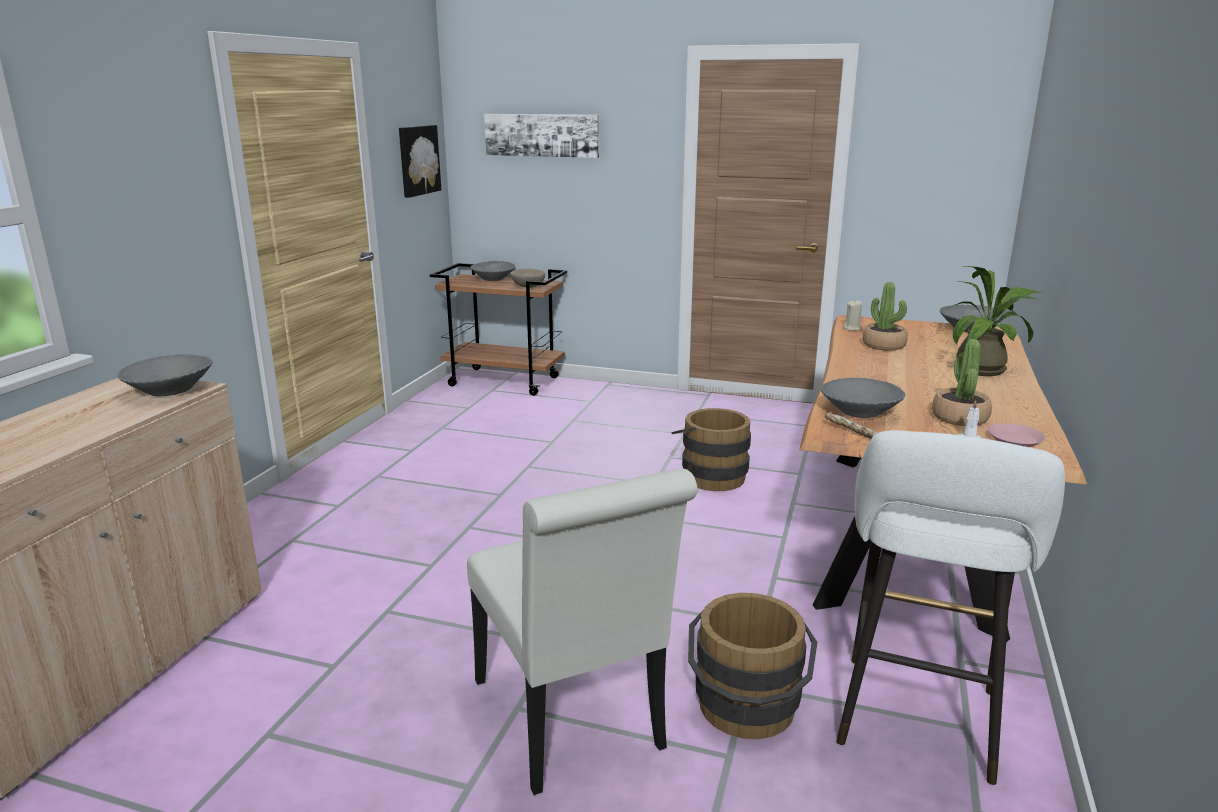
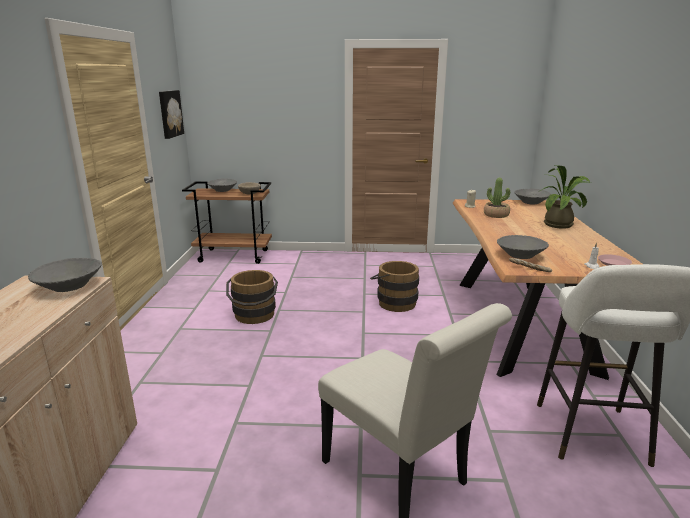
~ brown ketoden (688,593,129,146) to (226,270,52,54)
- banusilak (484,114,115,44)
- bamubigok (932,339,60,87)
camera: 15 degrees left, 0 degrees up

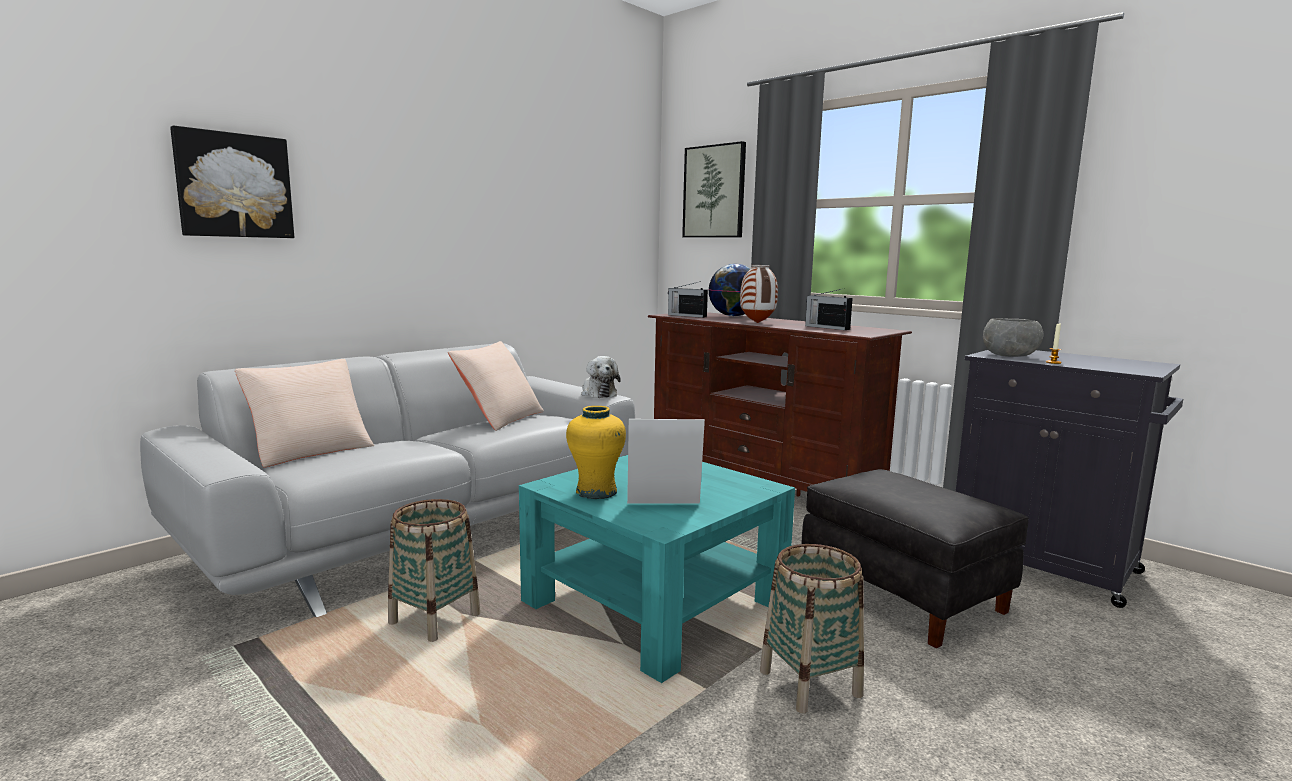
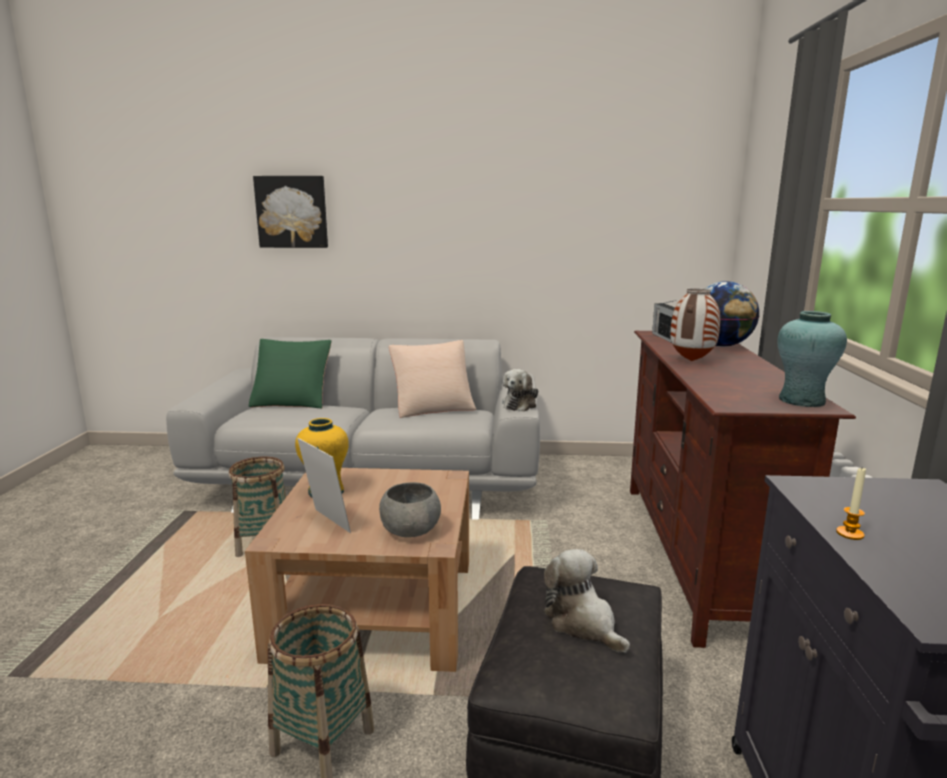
~ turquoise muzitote (519,455,276,228) to brown muzitote (245,468,224,204)
~ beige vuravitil (235,359,139,108) to green vuravitil (249,339,83,69)
~ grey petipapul (983,318,60,39) to (379,482,62,55)
+ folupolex (544,549,86,104)
+ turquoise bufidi (777,311,70,96)
- banusilak (682,141,64,97)
- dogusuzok (805,288,48,42)
camera: 50 degrees right, 5 degrees up

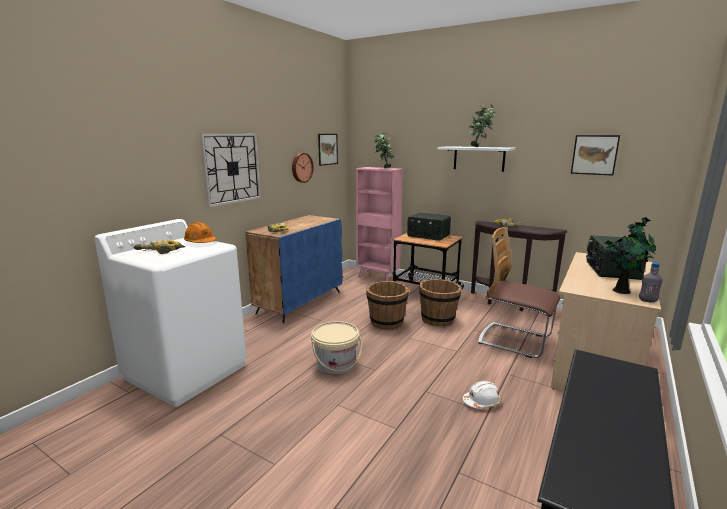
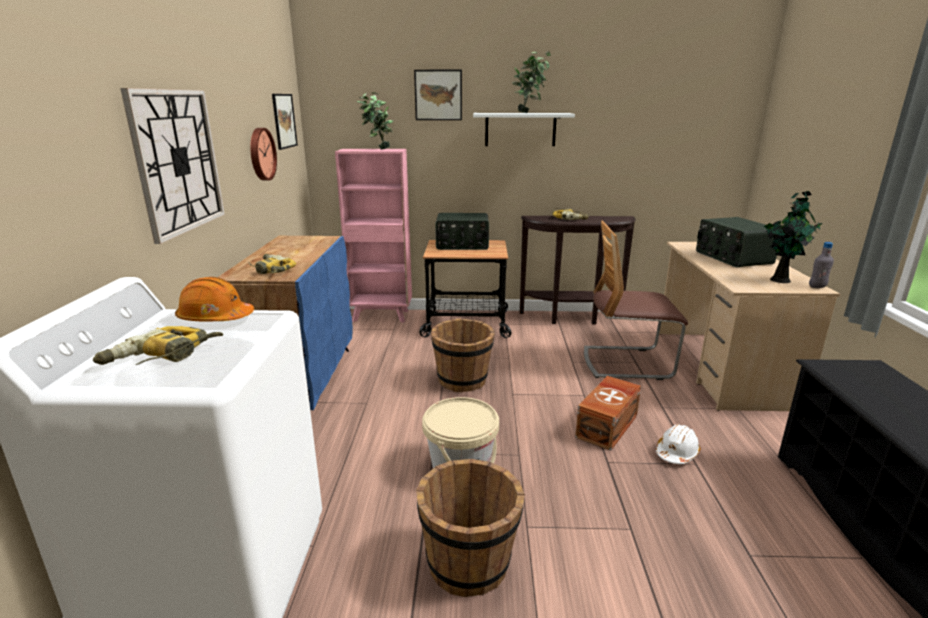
~ banusilak (571,135,49,41) to (414,70,48,50)
~ brown ketoden (419,279,43,48) to (416,459,109,138)
+ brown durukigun (575,376,66,75)
camera: 30 degrees left, 5 degrees up

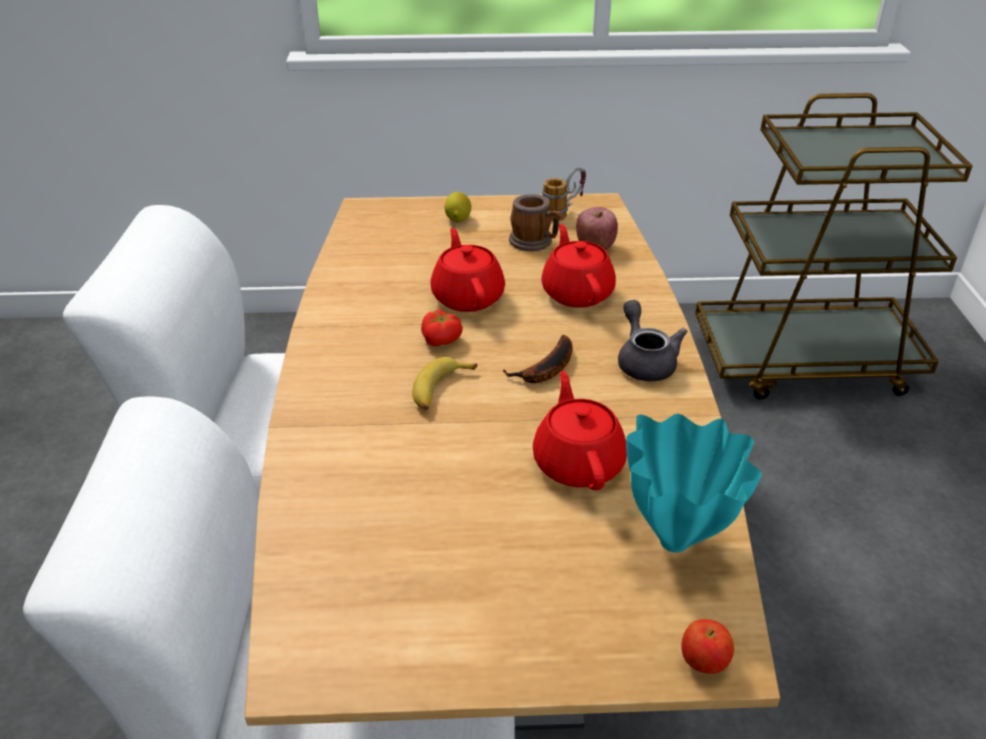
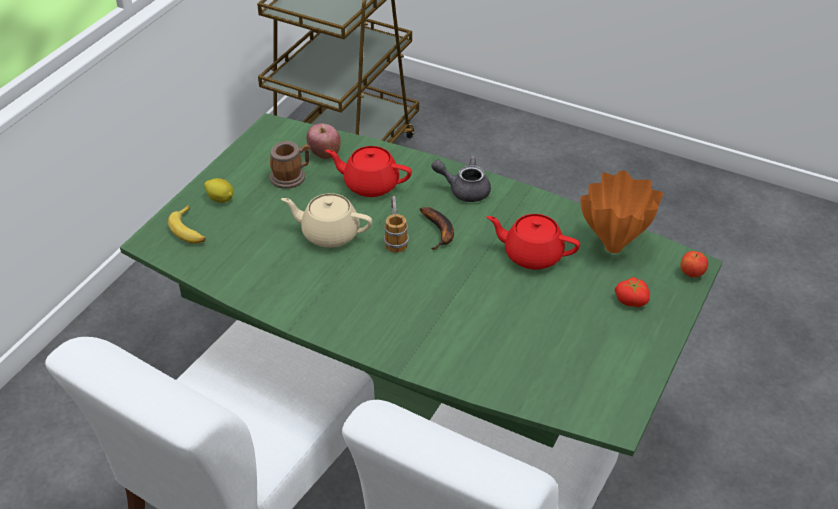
~ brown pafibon (245,193,535,537) to green pafibon (120,113,602,344)
~ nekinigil (412,357,65,53) to (168,205,38,39)
~ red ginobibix (430,228,75,84) to beige ginobibix (281,193,91,55)
~ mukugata (542,167,44,54) to (384,196,25,57)
~ turquoise bufidi (626,414,136,139) to orange bufidi (580,171,83,82)
~ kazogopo (421,310,42,37) to (615,277,35,30)
camera: 60 degrees left, 5 degrees up

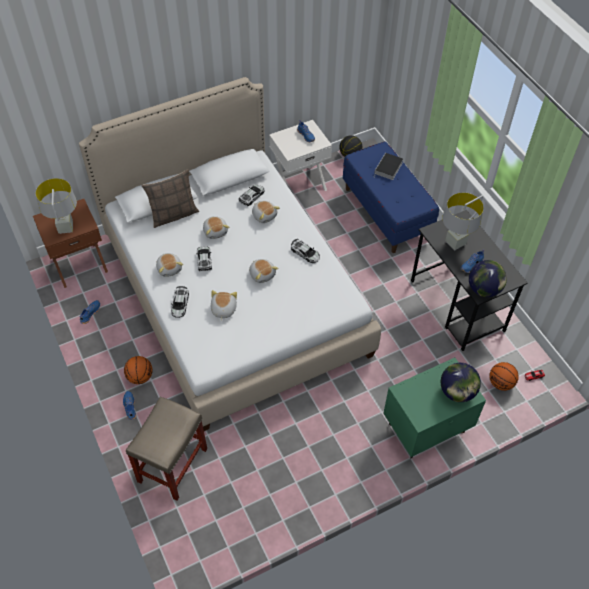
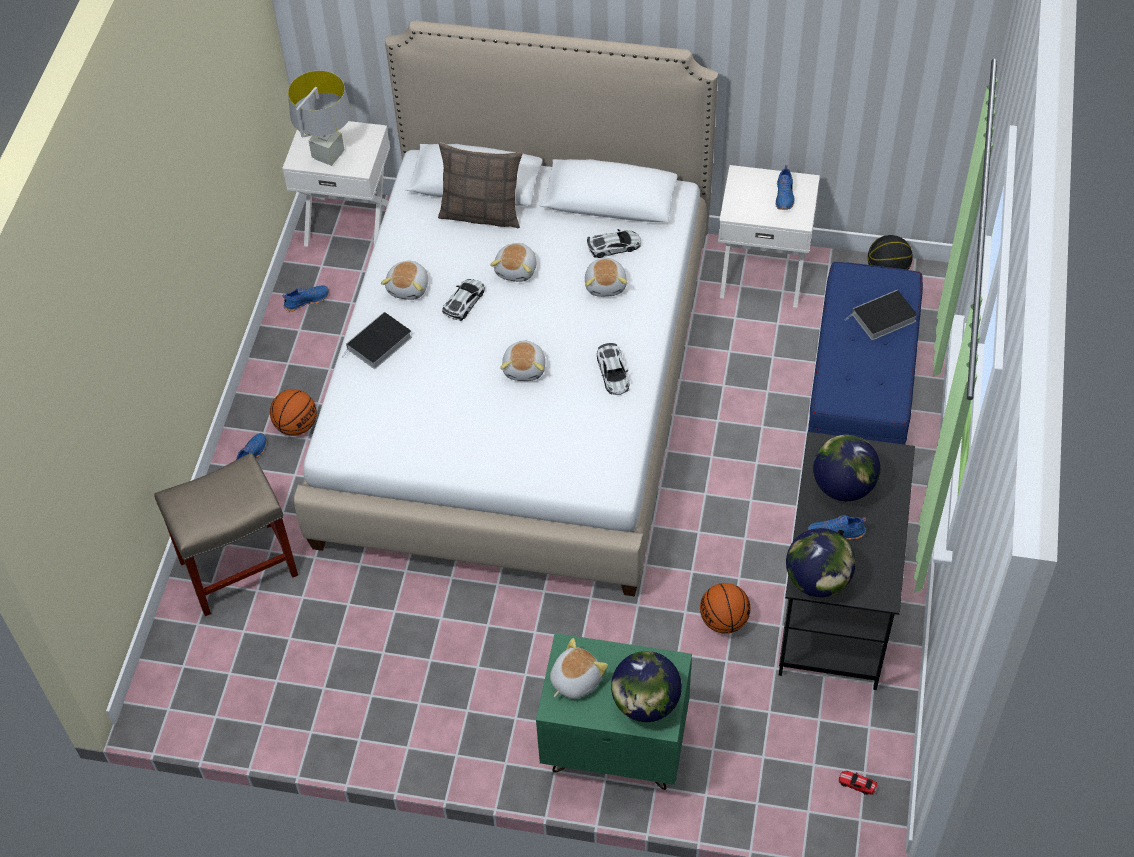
~ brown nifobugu (33,199,75,89) to white nifobugu (282,121,108,127)
~ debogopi (171,286,18,32) to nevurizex (342,312,70,57)
~ folupolex (211,290,26,31) to (550,638,58,61)
~ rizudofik (489,362,30,29) to (700,583,51,51)
~ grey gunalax (442,193,42,58) to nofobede (813,435,67,66)
camera: 40 degrees right, 0 degrees up

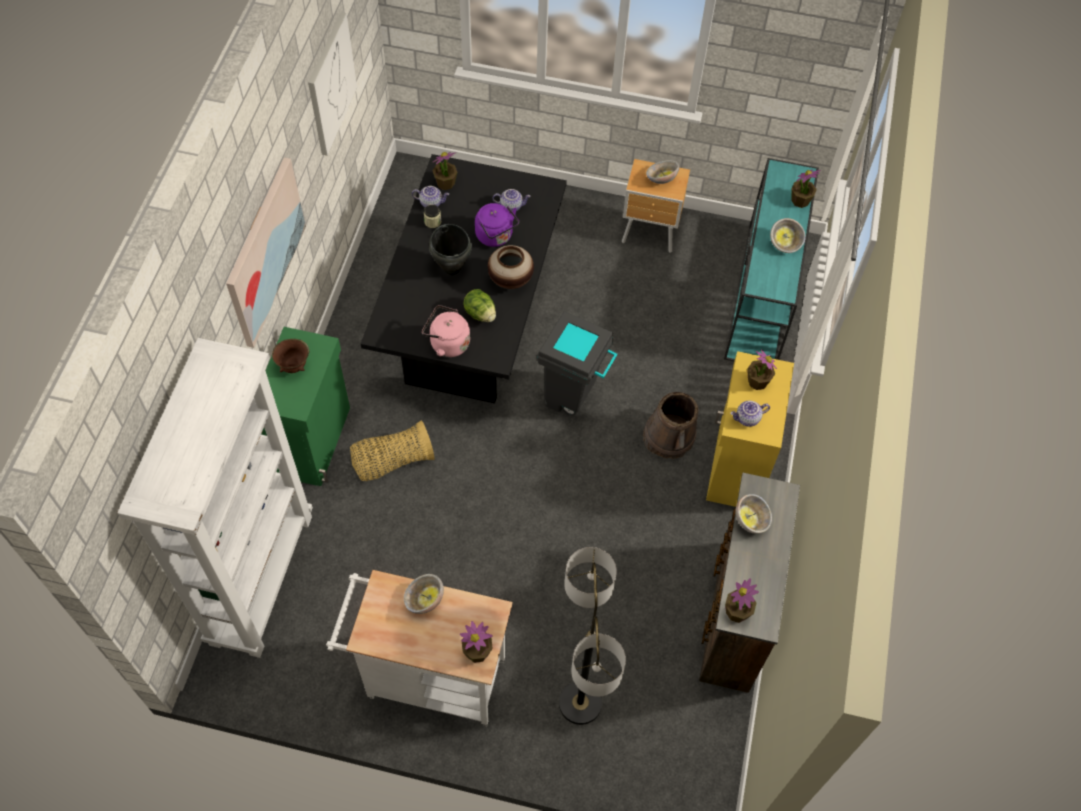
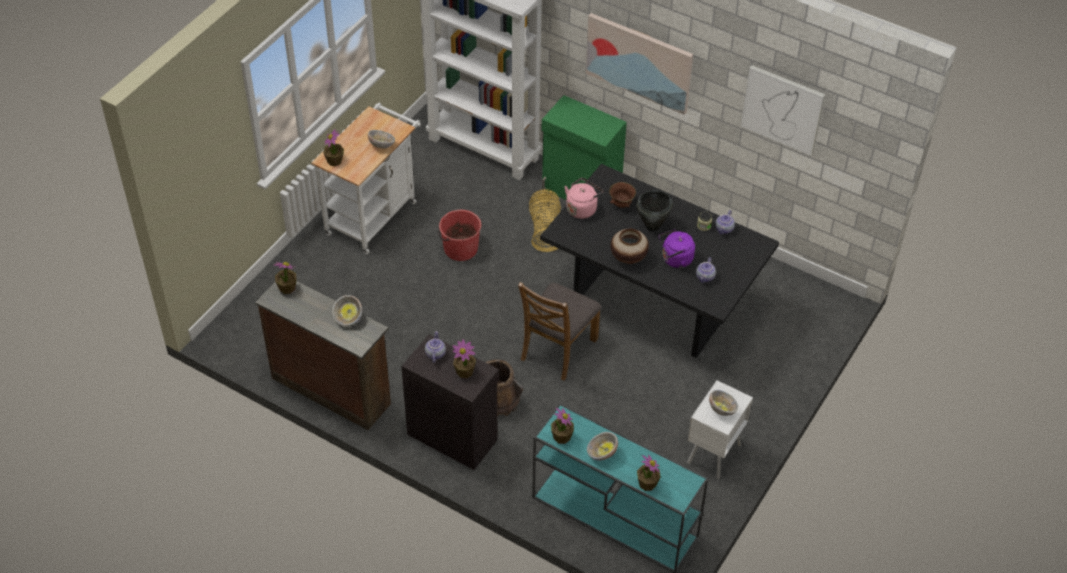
~ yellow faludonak (706,351,88,156) to black faludonak (401,334,98,136)
+ red ketoden (438,210,43,51)
~ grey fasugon (537,311,81,104) to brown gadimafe (518,282,83,98)
~ bamubigok (432,152,25,38) to (551,408,23,36)
~ brown petipapul (272,339,37,34) to (609,182,27,26)
~ brown nifobugu (622,159,68,94) to white nifobugu (687,380,66,99)
- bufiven (463,289,33,33)
- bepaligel (559,547,67,178)
camera: 110 degrees right, 10 degrees down

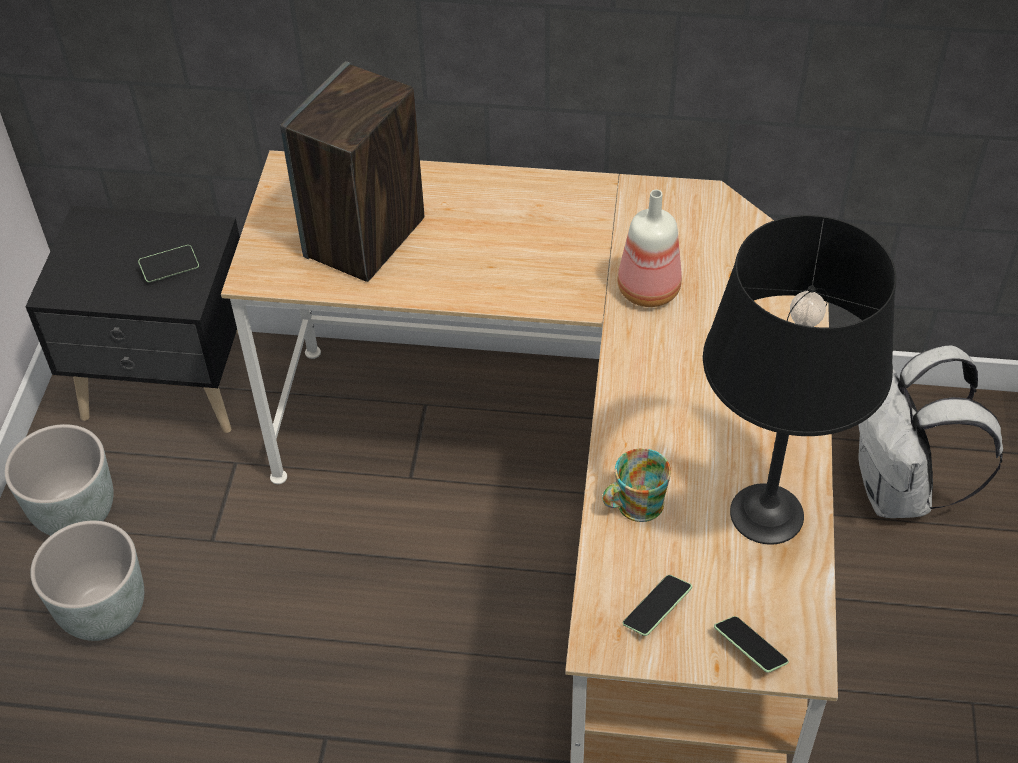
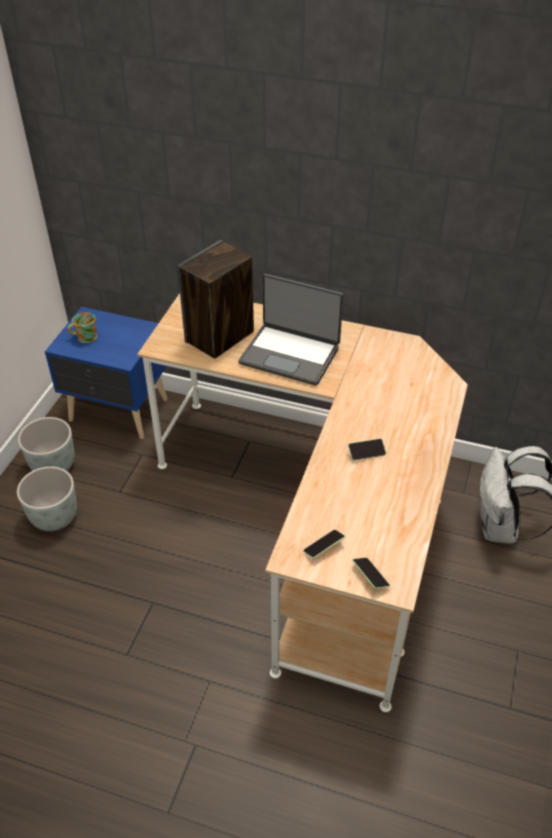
~ black nifobugu (25,206,231,227) to blue nifobugu (45,307,123,132)
~ mukugata (602,448,69,74) to (67,312,30,31)
+ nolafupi (238,274,105,112)
~ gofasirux (138,245,61,37) to (348,438,38,22)
- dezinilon (618,190,64,117)
- black gunalax (703,215,193,330)
camera: 10 degrees right, 5 degrees down

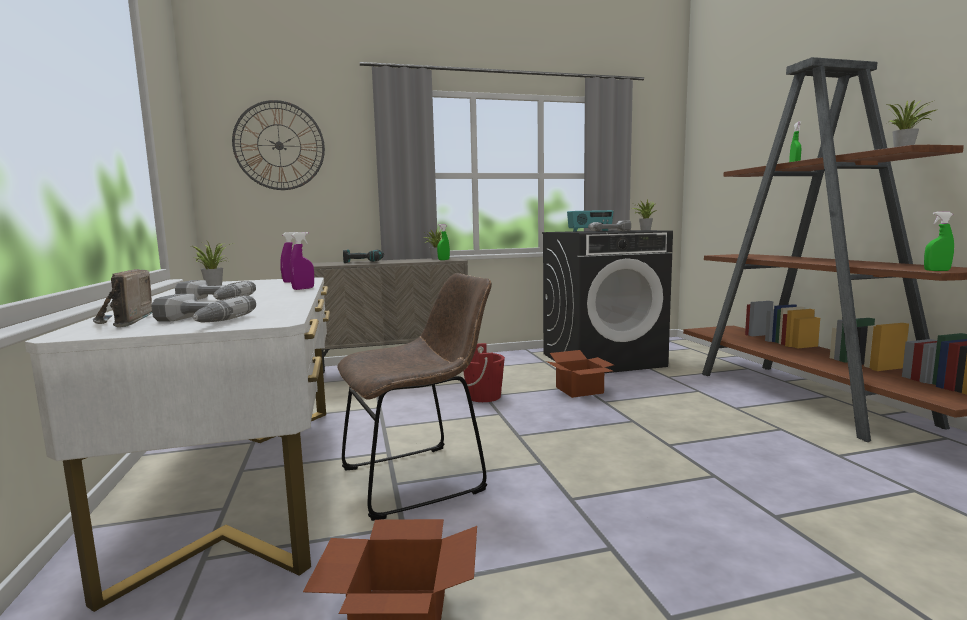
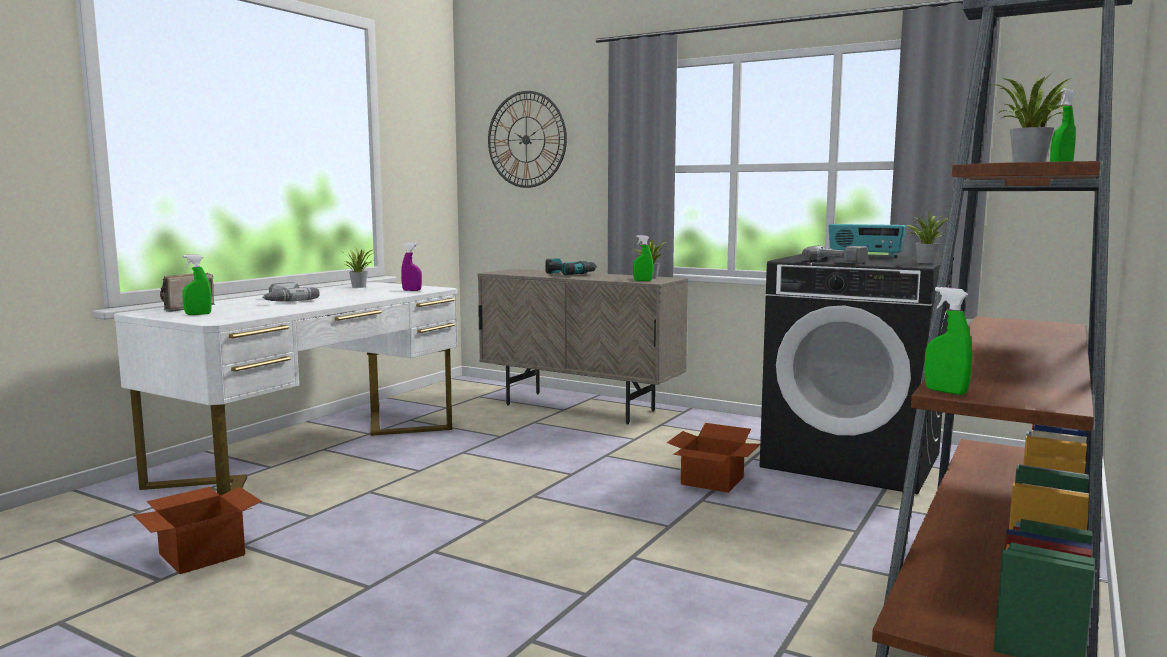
~ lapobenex (151,294,105,29) to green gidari (182,255,30,60)
- purple gidari (290,232,24,58)
- brown gadimafe (337,273,155,248)
- red ketoden (463,343,42,59)
camera: 45 degrees right, 0 degrees up

